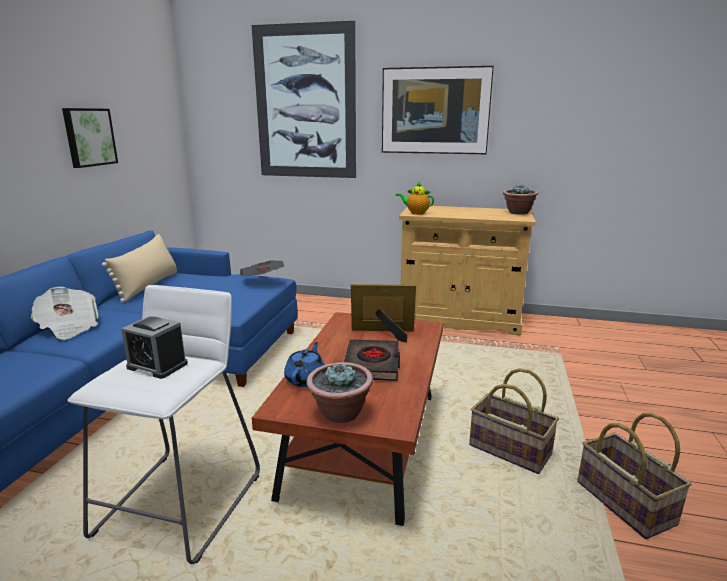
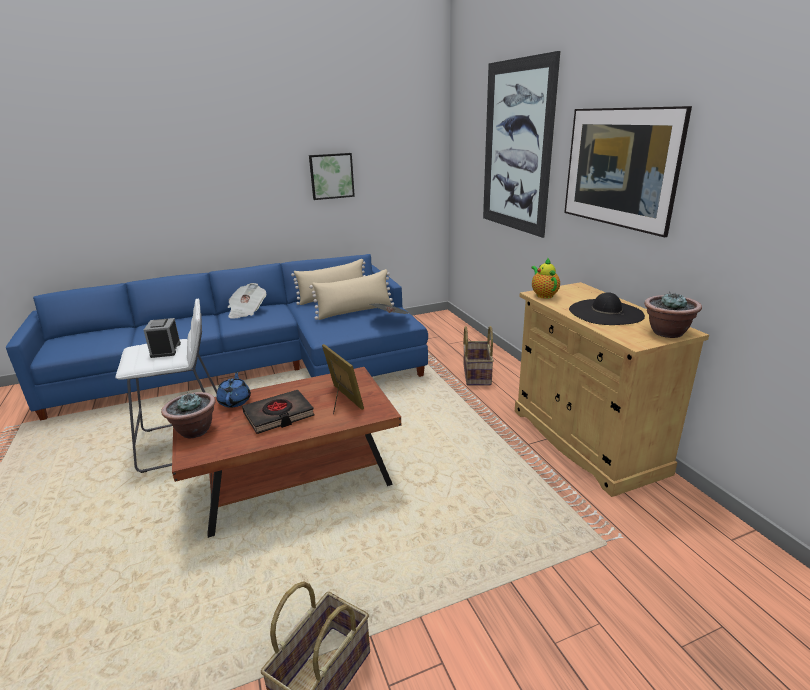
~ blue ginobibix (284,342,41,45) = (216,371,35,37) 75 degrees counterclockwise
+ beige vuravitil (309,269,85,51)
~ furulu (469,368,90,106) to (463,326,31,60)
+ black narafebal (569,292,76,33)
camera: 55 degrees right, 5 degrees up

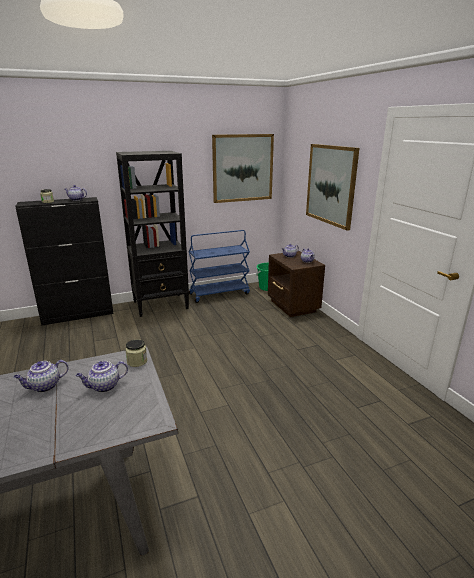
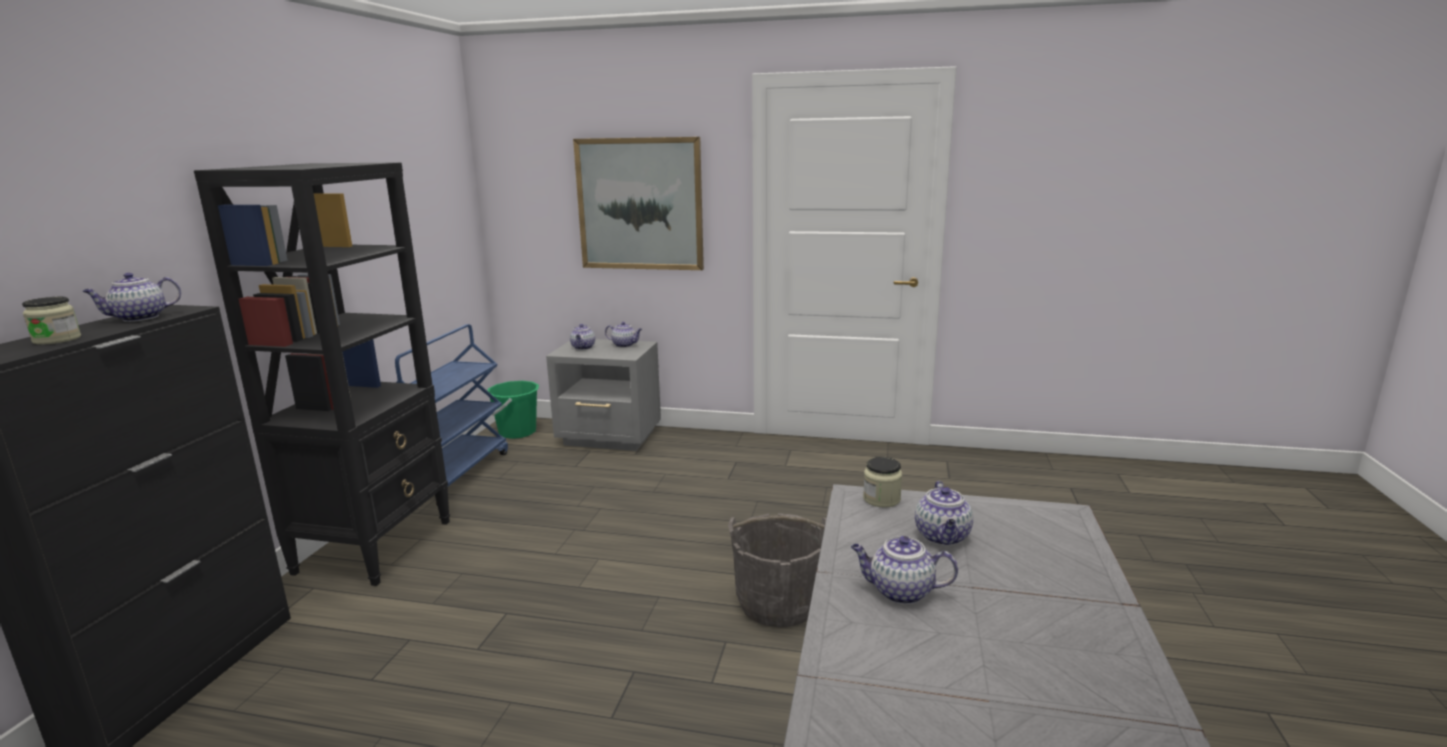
~ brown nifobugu (268,251,57,66) to grey nifobugu (546,339,115,112)
+ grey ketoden (728,513,98,115)
~ ginobibix (13,360,56,32) = (851,536,107,68) 105 degrees clockwise
- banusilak (212,134,62,69)
camera: 55 degrees left, 5 degrees down

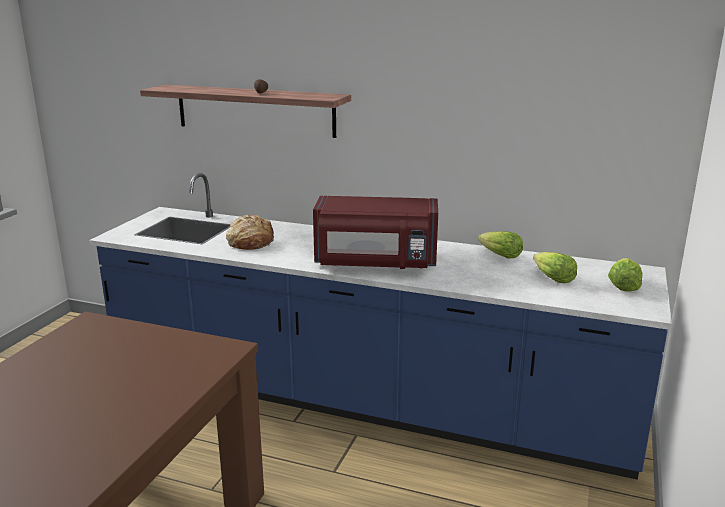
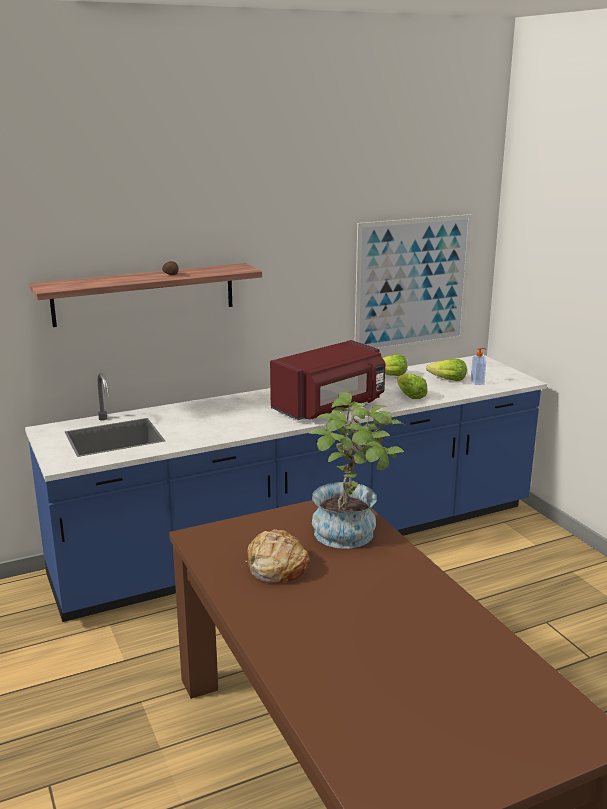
~ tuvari (226,215,48,35) to (245,529,65,54)
+ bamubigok (308,392,98,157)
+ banusilak (355,214,117,137)
~ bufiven (608,258,35,34) to (397,374,30,25)
+ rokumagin (471,348,15,37)
camera: 45 degrees left, 0 degrees up

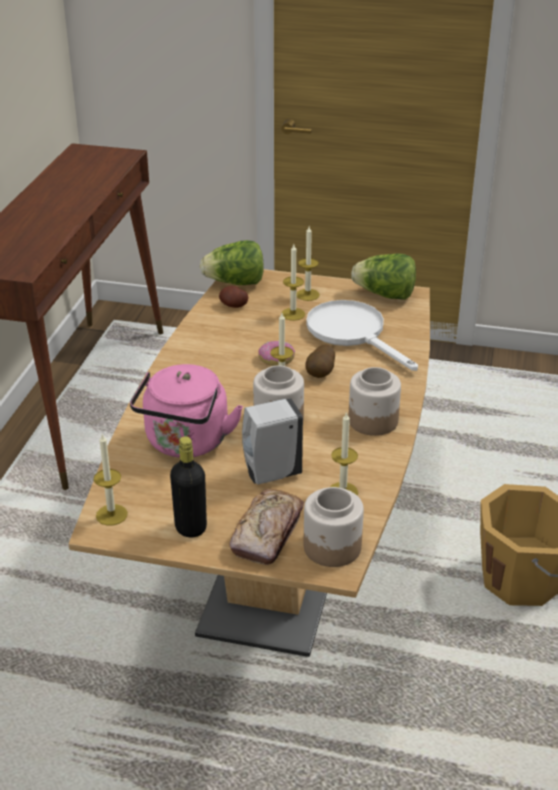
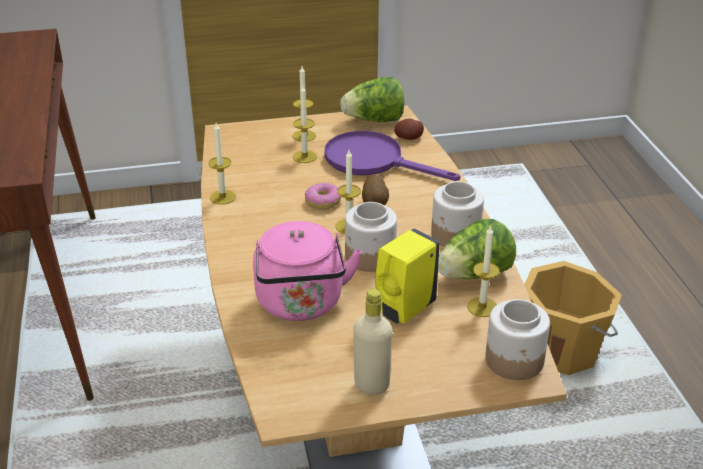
~ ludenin (94,434,34,92) to (208,123,28,82)
~ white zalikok (306,300,112,71) to purple zalikok (324,131,136,50)
~ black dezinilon (170,436,37,102) to beige dezinilon (353,289,40,106)
~ white rokumagin (242,398,61,87) to yellow rokumagin (376,229,64,95)
~ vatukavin (219,286,30,22) to (394,118,30,22)
~ bufiven (200,240,64,45) to (438,219,78,60)
- tuvari (230,489,74,76)
camera: 25 degrees left, 0 degrees up

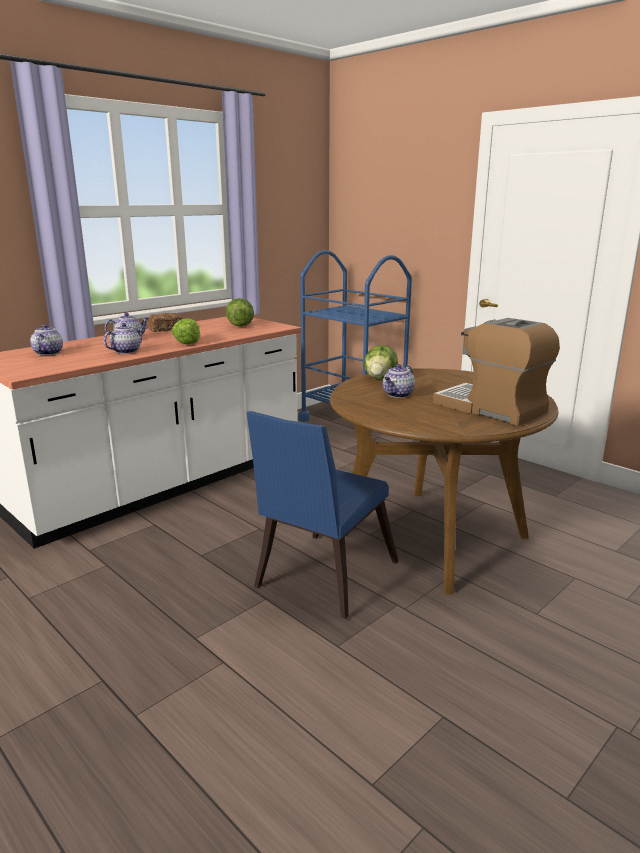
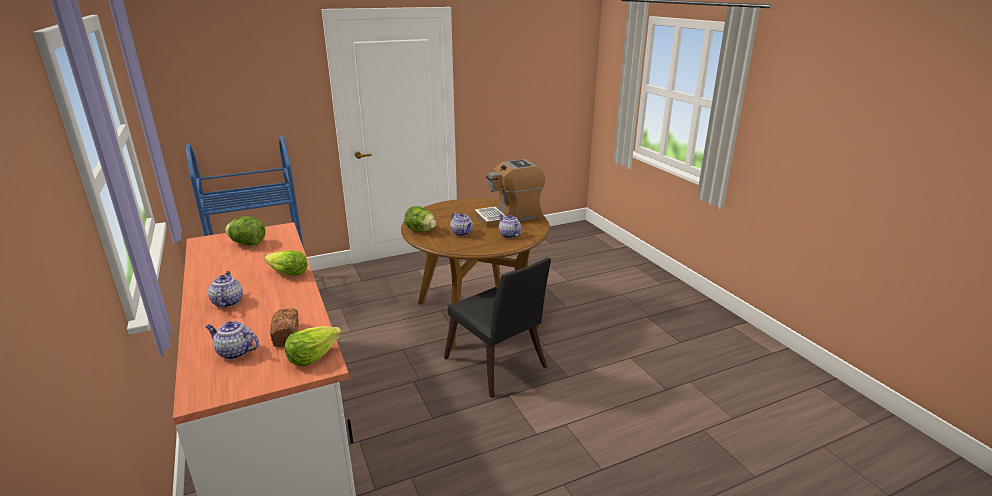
~ tuvari (147,313,35,19) to (270,309,29,38)
+ bufiven (285,326,57,40)
~ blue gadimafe (247,411,151,208) to black gadimafe (444,258,107,140)
~ ginobibix (103,323,41,31) to (499,215,23,23)
camera: 70 degrees left, 5 degrees up

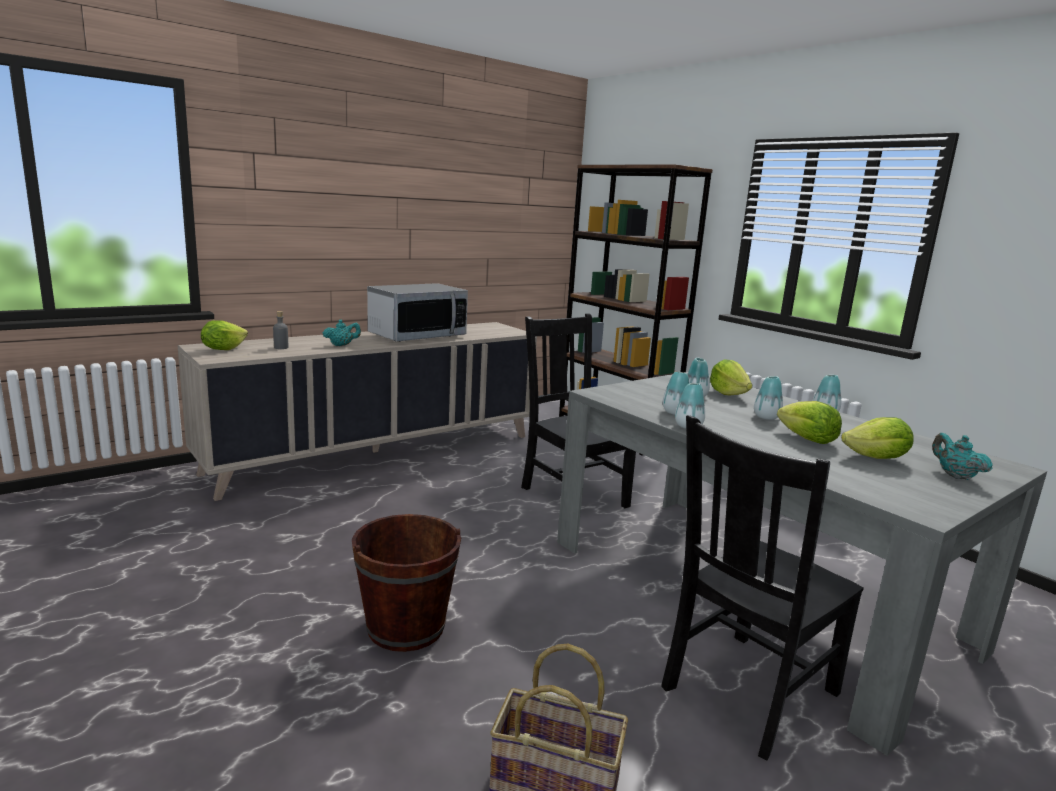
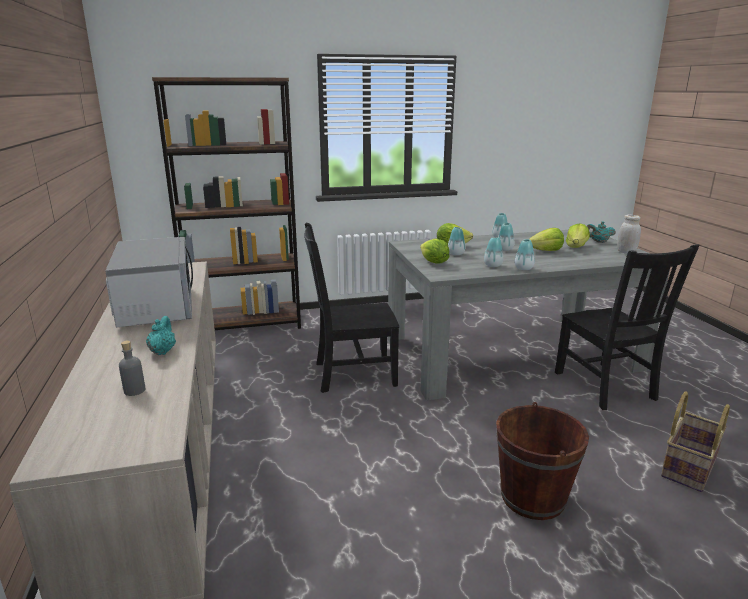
~ bufiven (201,320,47,30) to (420,239,30,25)
+ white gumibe (617,215,24,39)
camera: 65 degrees left, 5 degrees up

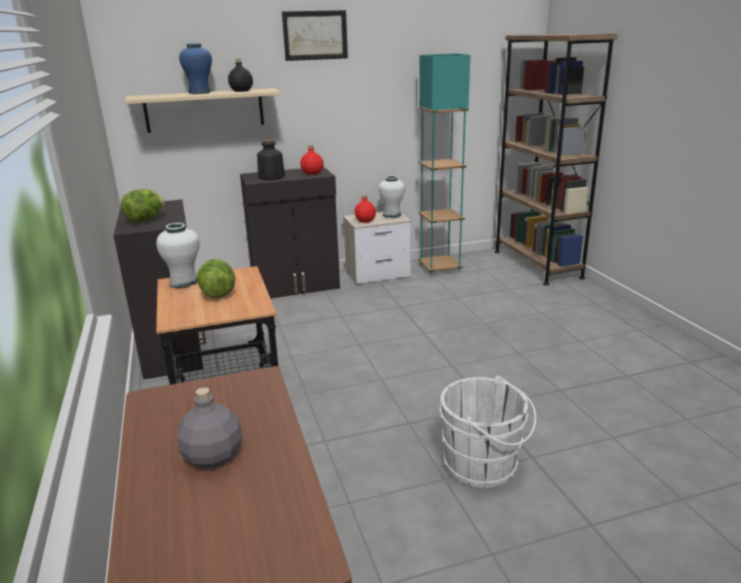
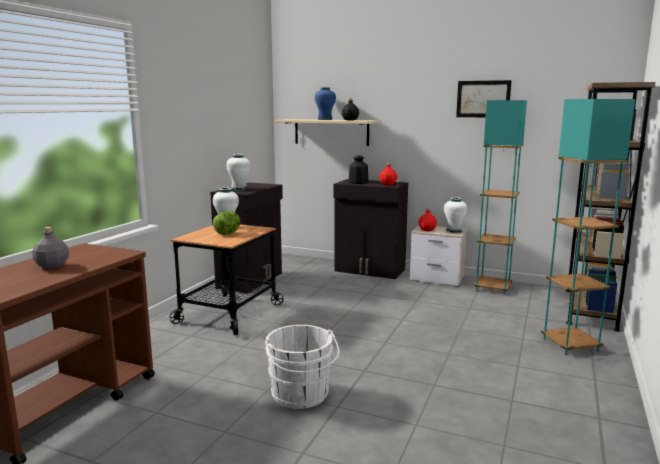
~ bufiven (120,189,45,33) to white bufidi (226,154,24,37)
~ banusilak (282,10,66,51) to (456,80,56,37)
+ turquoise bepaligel (541,99,94,256)
camera: 40 degrees right, 10 degrees down

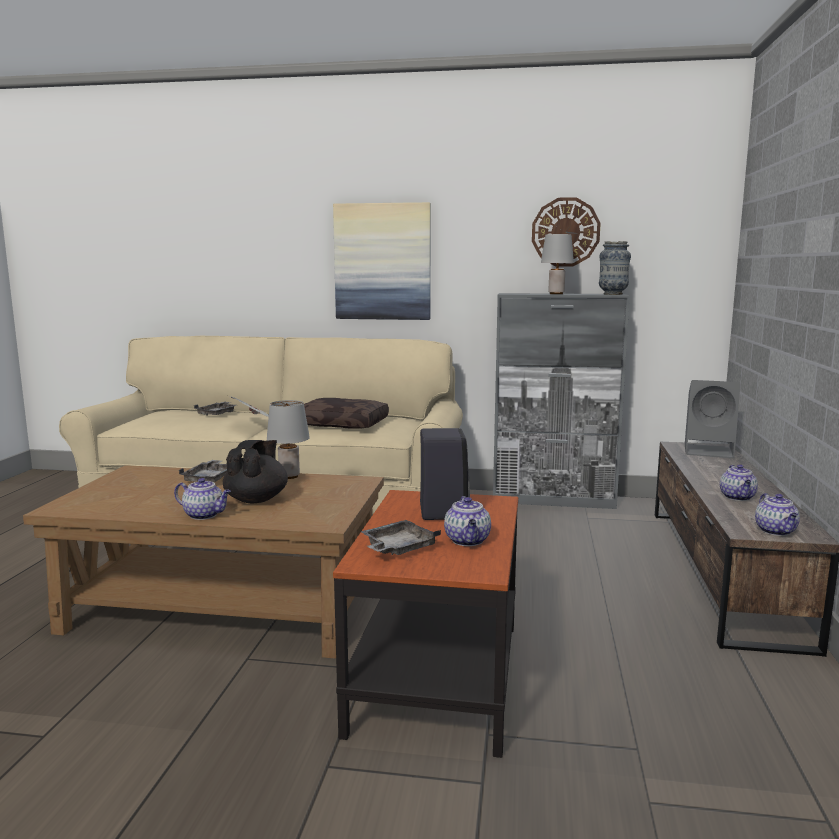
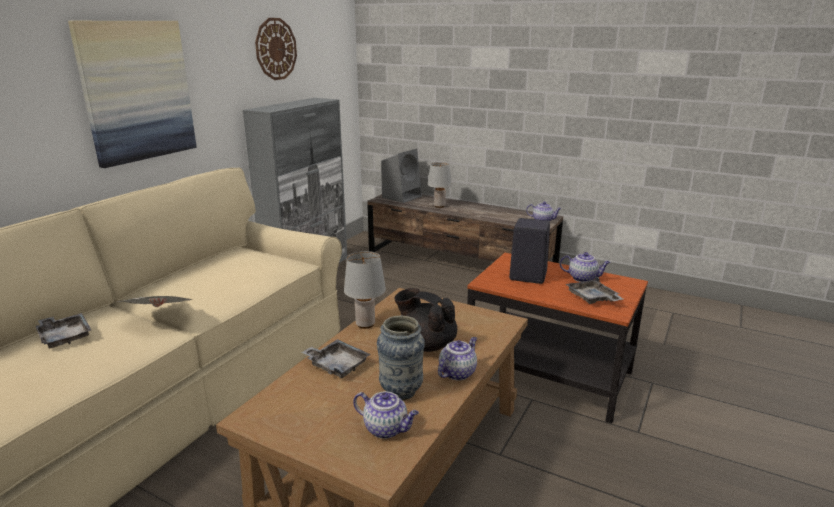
~ ginobibix (720,464,38,37) to (353,391,66,48)
~ bufidi (599,241,32,54) to (377,316,48,84)
~ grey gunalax (541,234,33,60) to (428,162,24,46)
- brown vuravitil (304,398,85,31)
camera: 70 degrees left, 10 degrees up

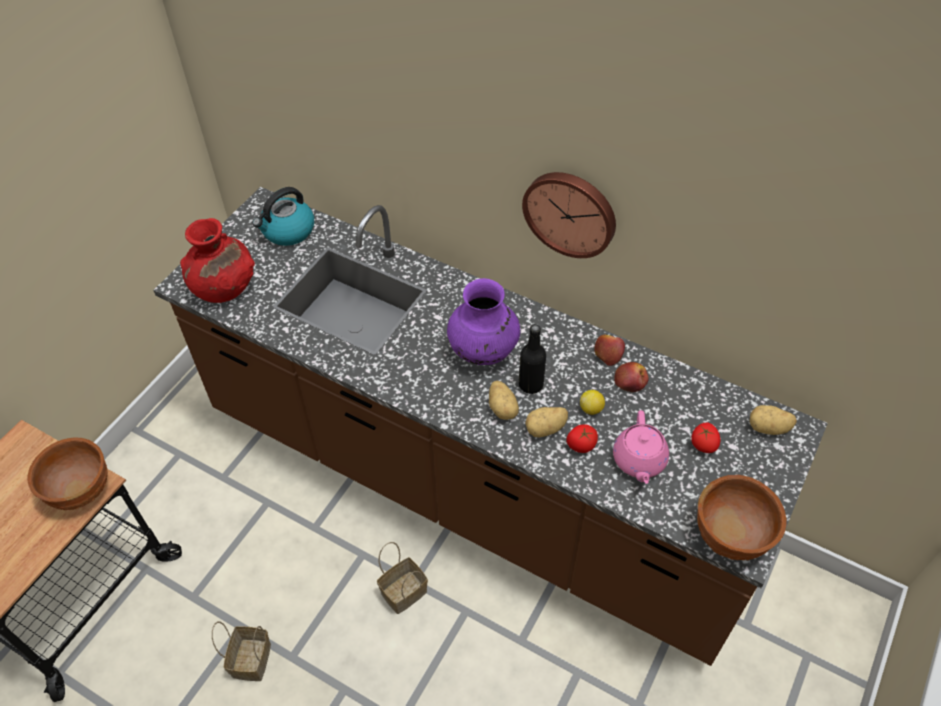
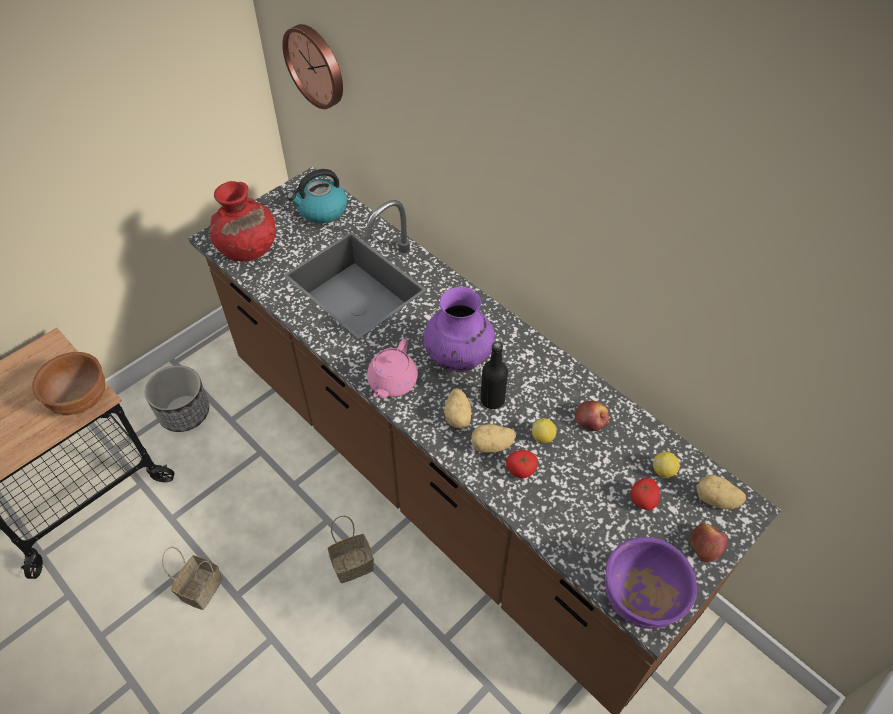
+ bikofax (145,365,64,67)
~ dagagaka (522,172,94,86) to (282,24,61,85)
~ pink ginobibix (613,410,56,74) to (367,338,51,61)
~ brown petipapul (697,475,90,85) to purple petipapul (605,537,92,92)
+ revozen (653,452,27,26)
~ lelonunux (594,335,31,31) to (690,524,37,38)
camera: 15 degrees right, 0 degrees up

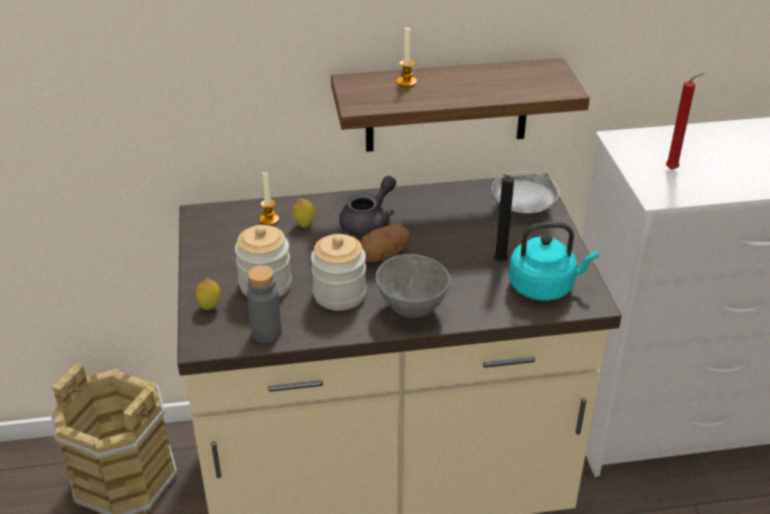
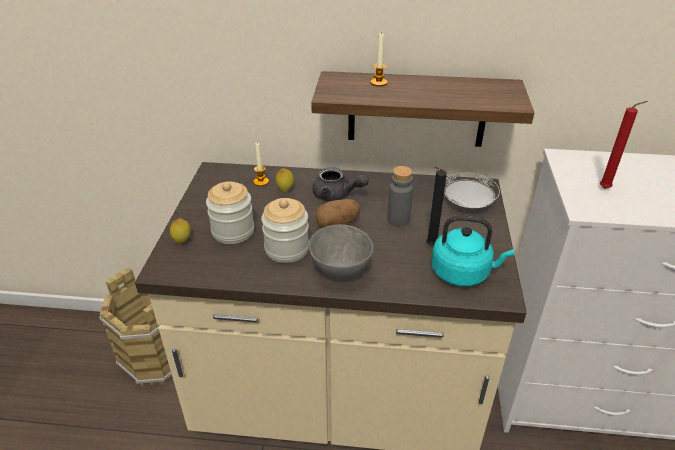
~ grey ginobibix (339,176,57,60) = (312,167,57,34) 60 degrees clockwise
~ grey dezinilon (247,265,34,78) to (387,166,26,61)
camera: 15 degrees right, 0 degrees up

